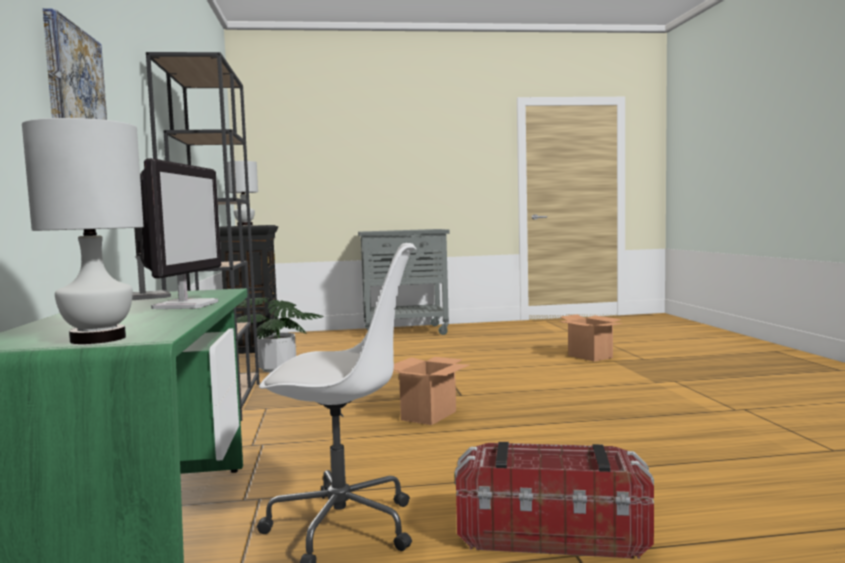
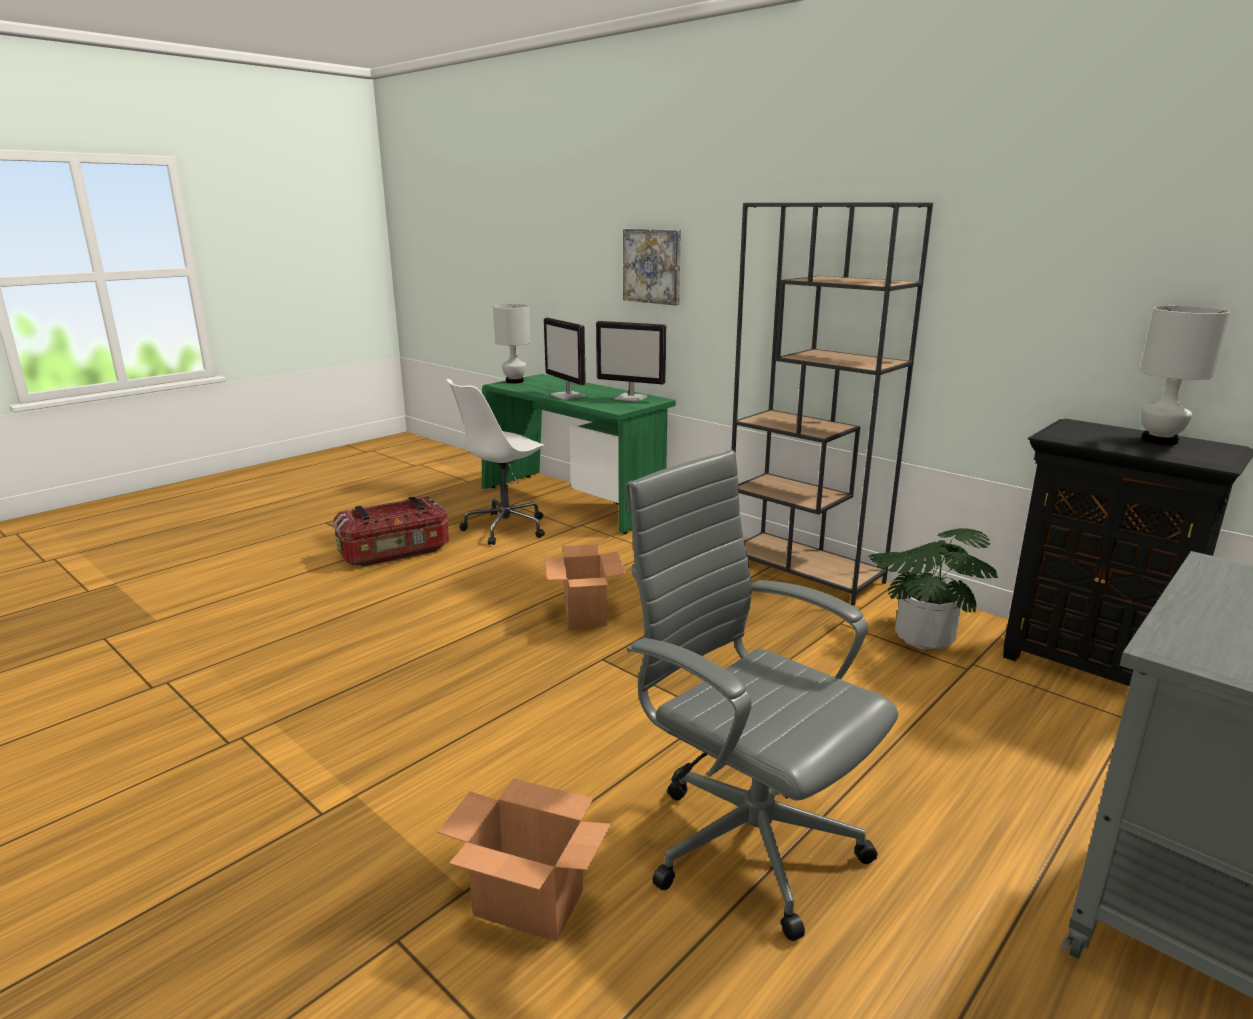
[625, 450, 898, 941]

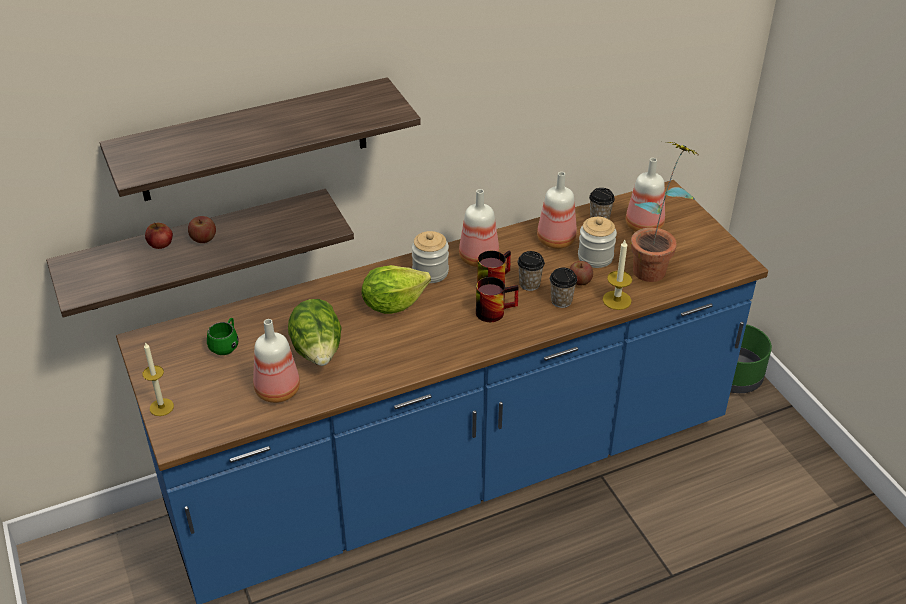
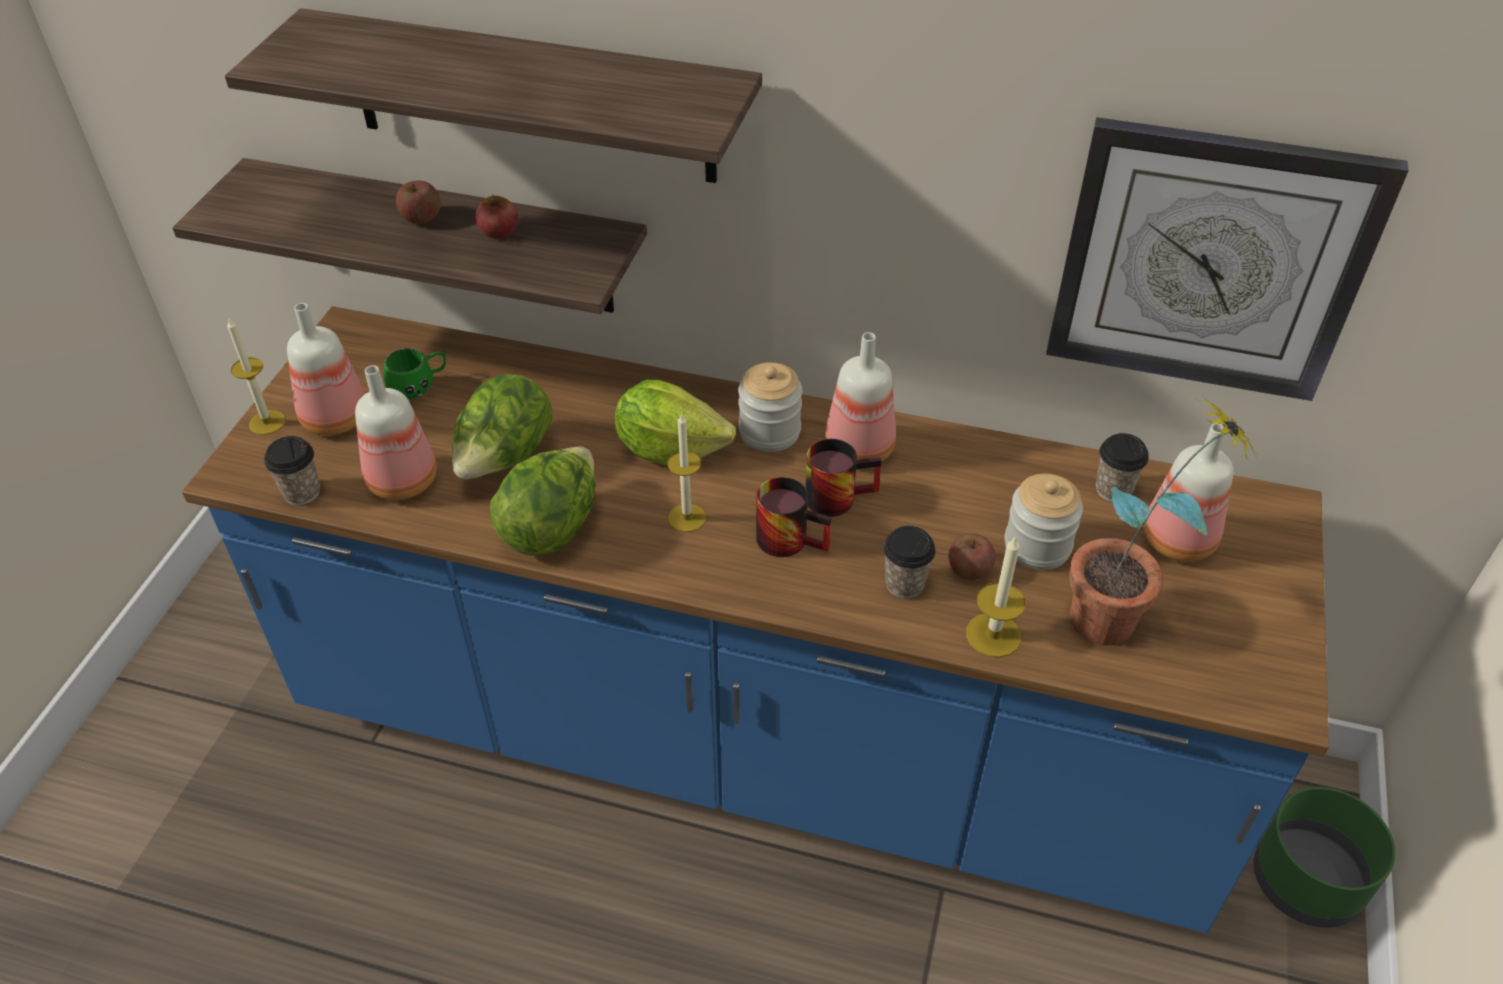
[264, 436, 320, 505]
[287, 303, 365, 435]
[475, 194, 518, 238]
[490, 447, 596, 556]
[667, 413, 706, 532]
[1046, 117, 1409, 401]

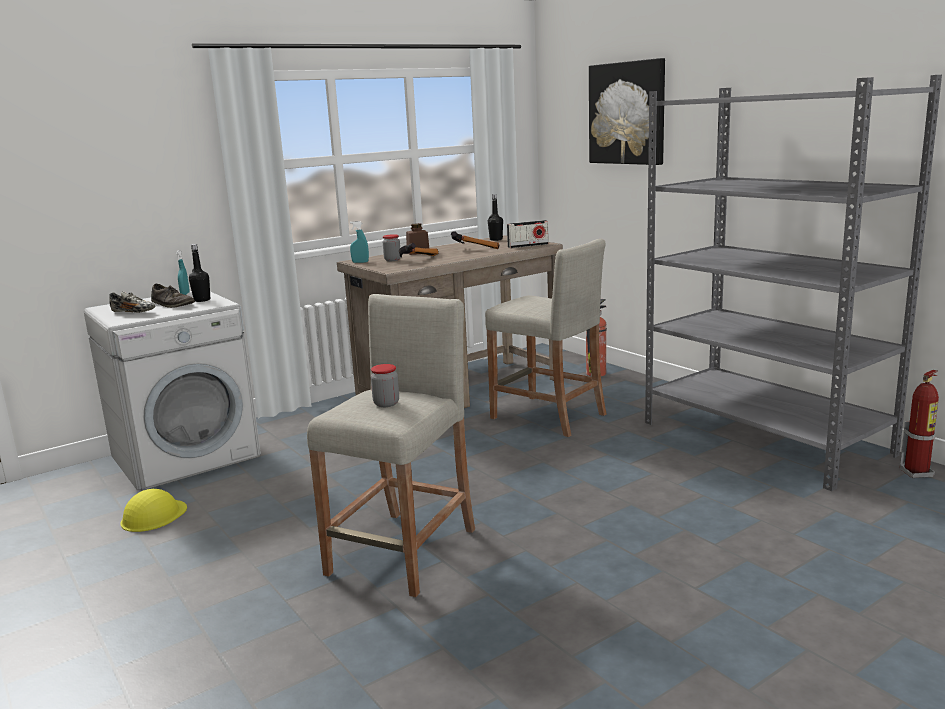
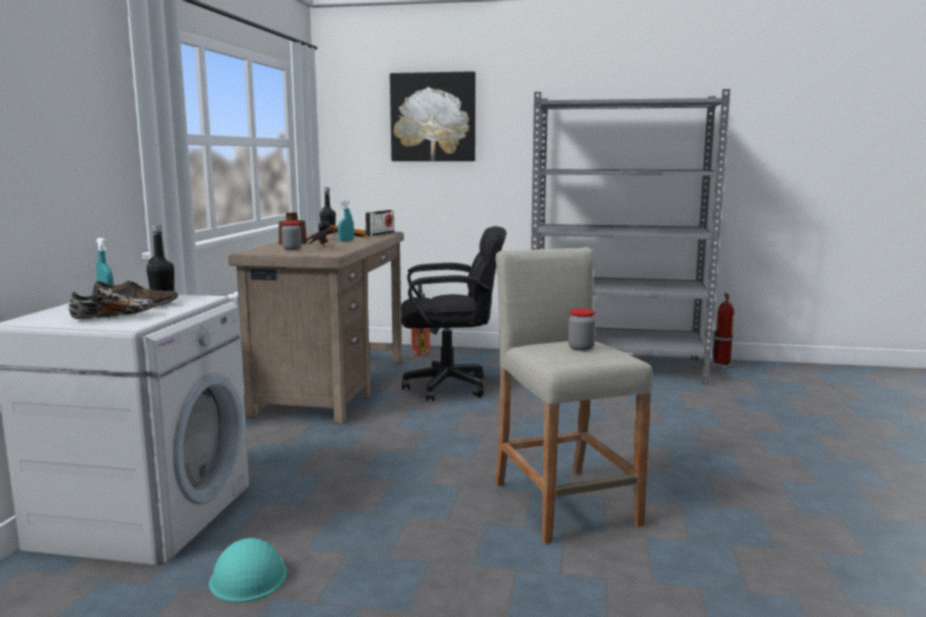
[209, 538, 287, 602]
[338, 200, 354, 241]
[401, 226, 507, 401]

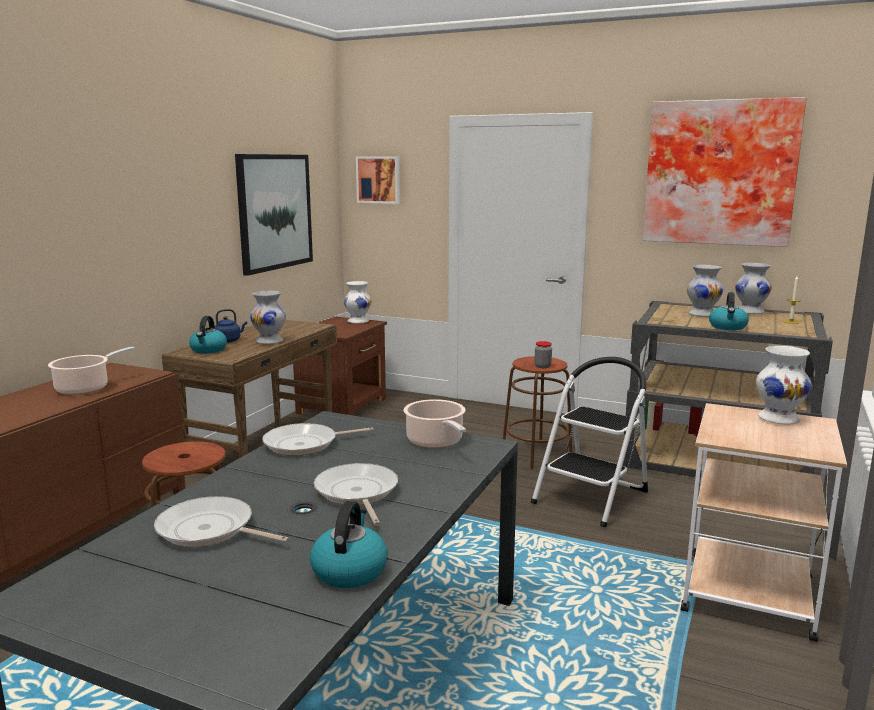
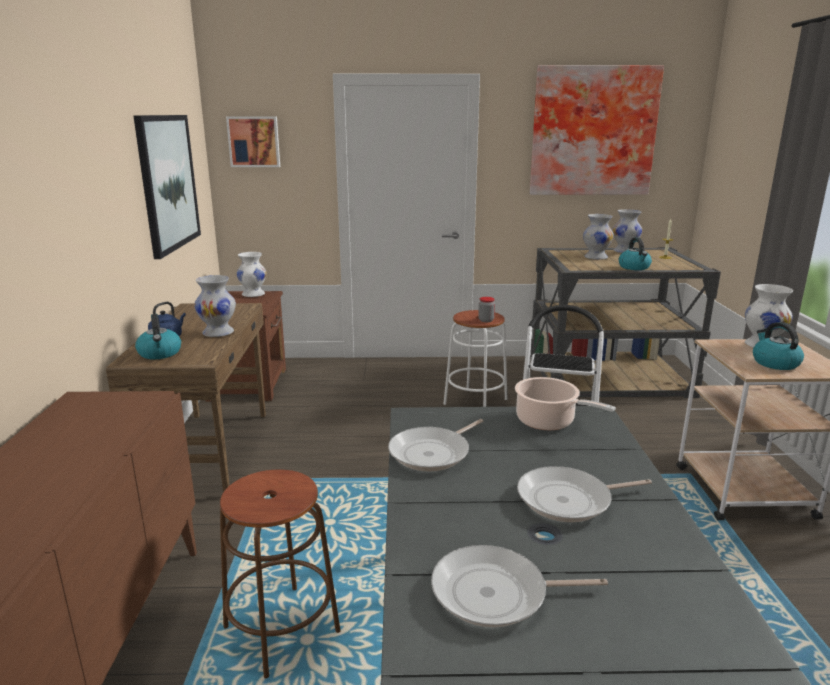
[443, 310, 508, 407]
[517, 466, 652, 522]
[753, 322, 804, 370]
[48, 347, 135, 395] (first image)

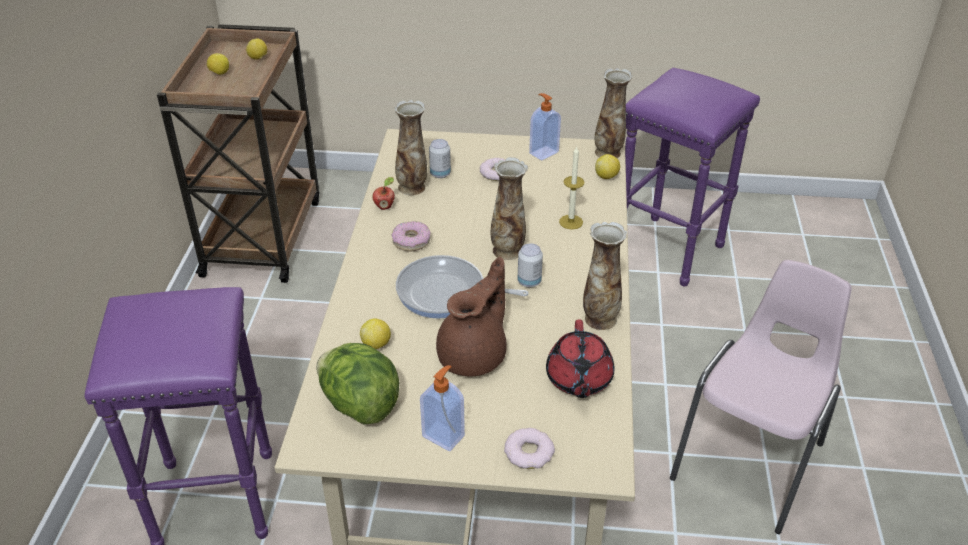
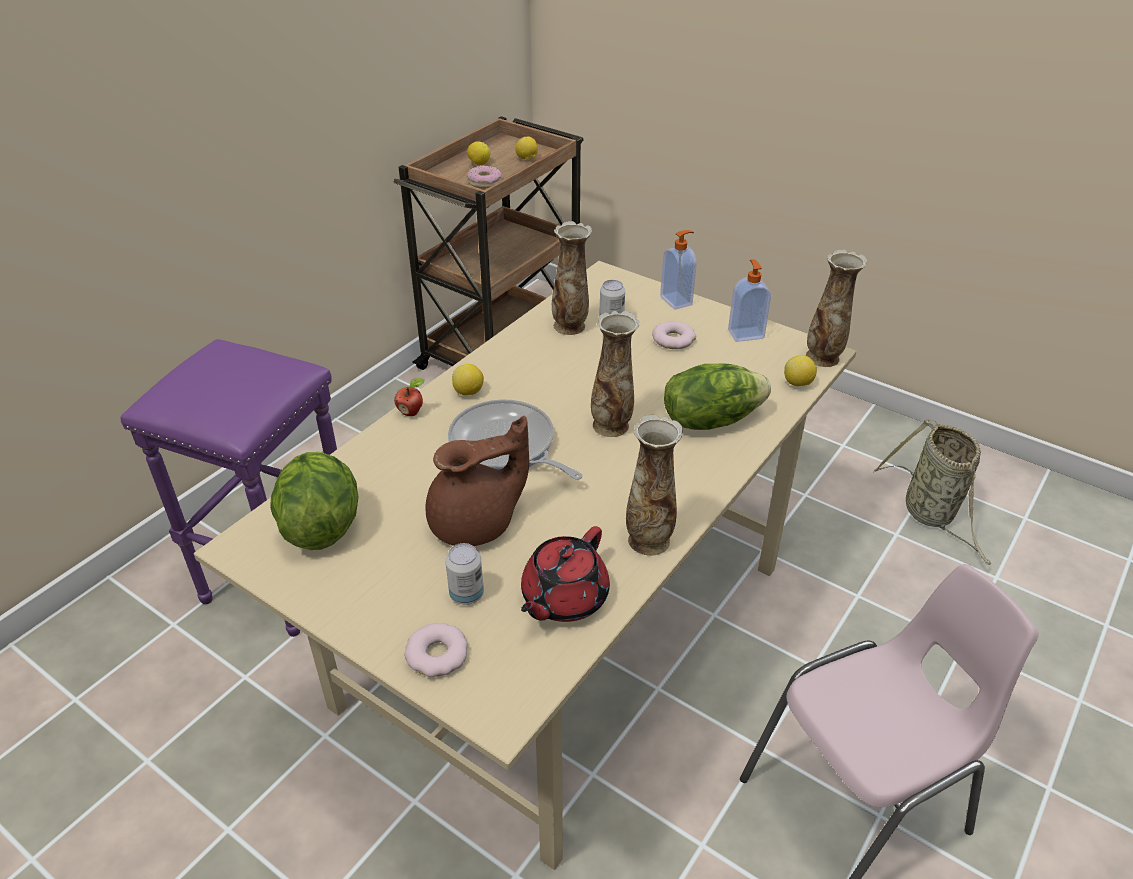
[394, 378, 425, 416]
[445, 543, 484, 605]
[452, 364, 484, 395]
[467, 165, 502, 188]
[660, 230, 697, 310]
[664, 363, 771, 430]
[873, 420, 991, 565]

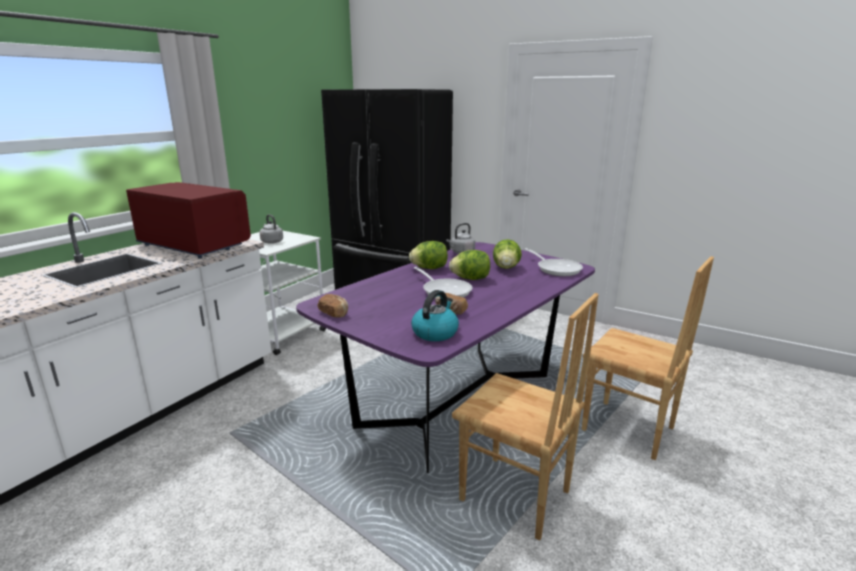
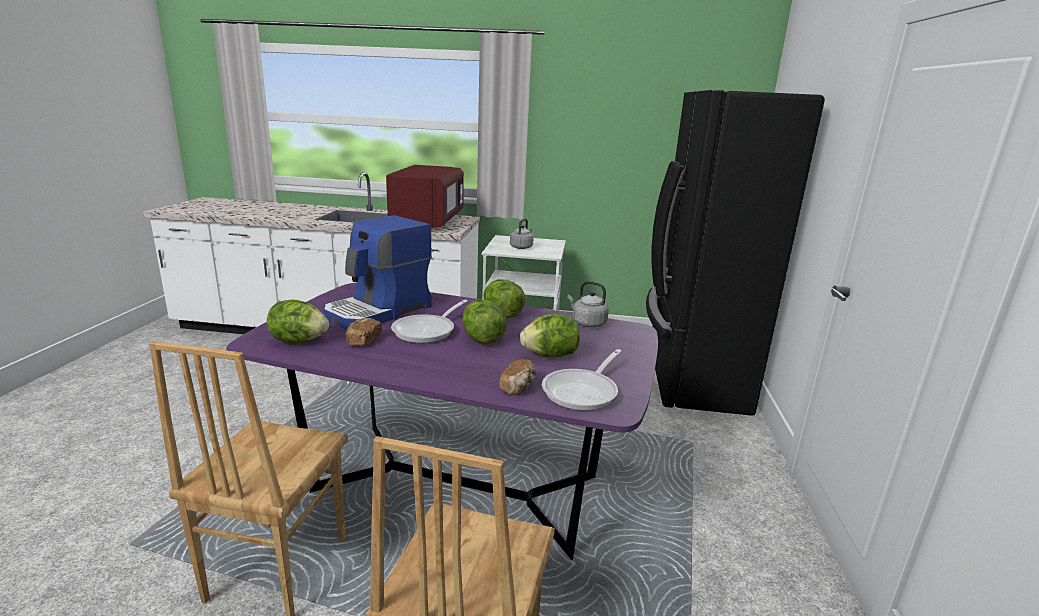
[267, 300, 329, 343]
[324, 215, 432, 329]
[499, 360, 536, 395]

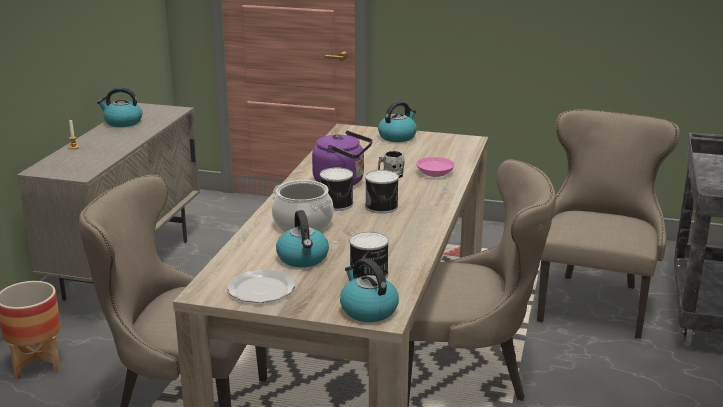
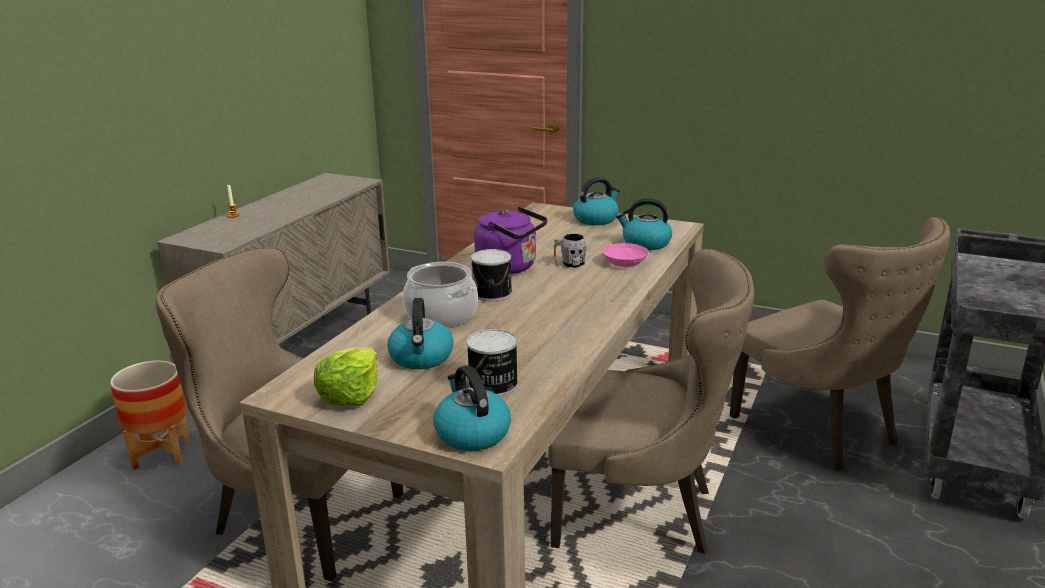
[314, 347, 378, 406]
[616, 198, 672, 250]
[730, 217, 950, 471]
[365, 170, 399, 214] (first image)

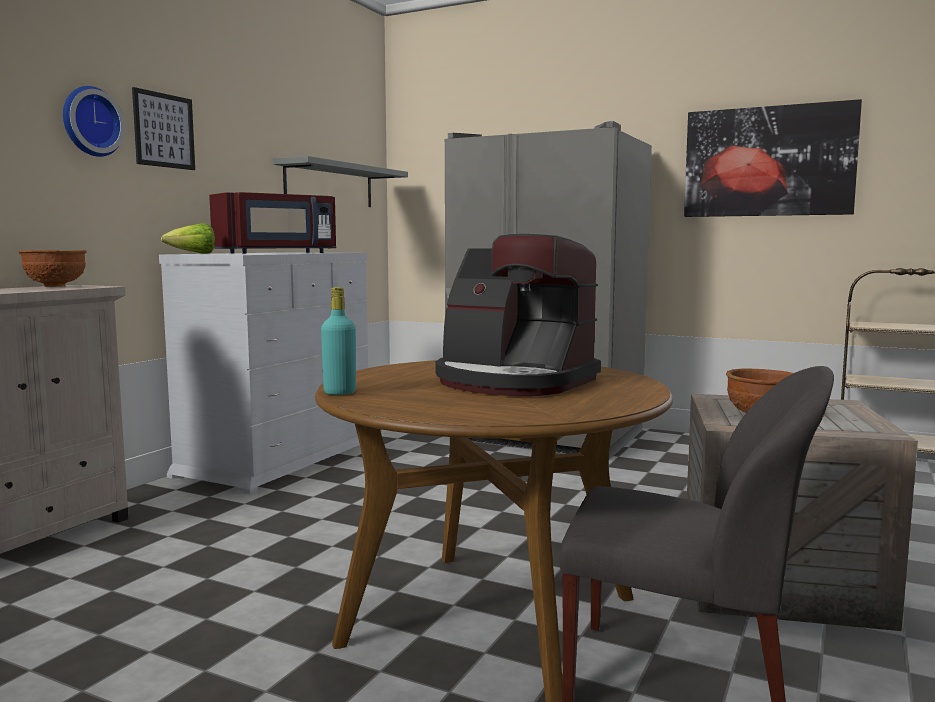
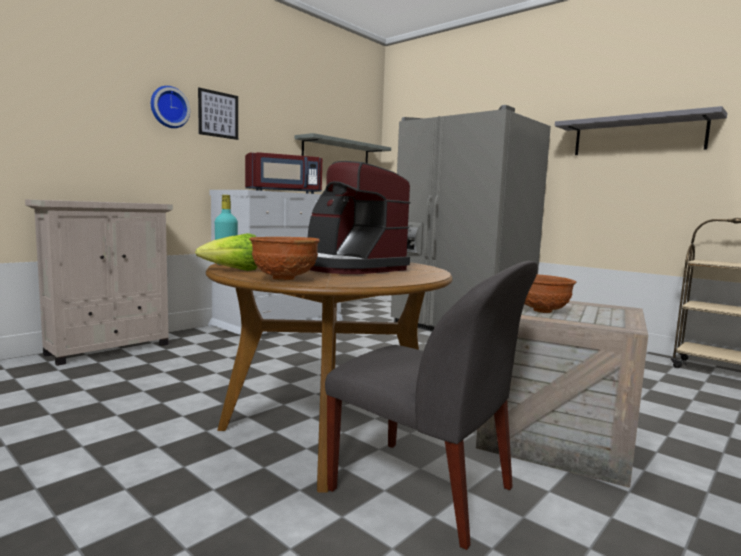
[195, 233, 257, 271]
[249, 237, 320, 280]
[555, 106, 727, 155]

